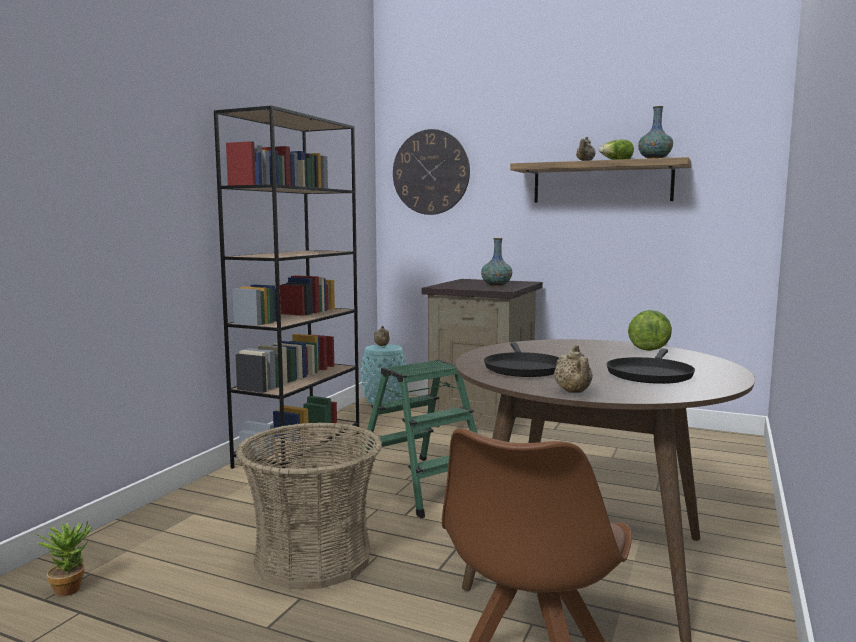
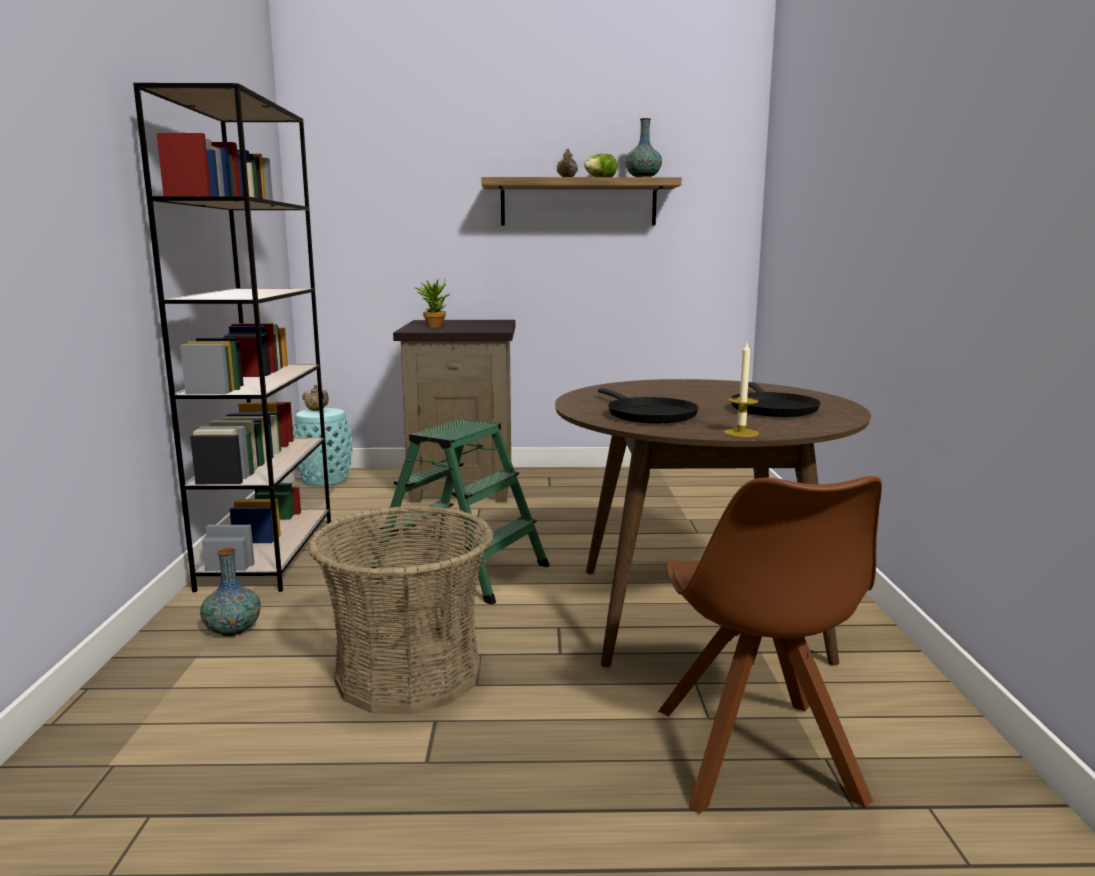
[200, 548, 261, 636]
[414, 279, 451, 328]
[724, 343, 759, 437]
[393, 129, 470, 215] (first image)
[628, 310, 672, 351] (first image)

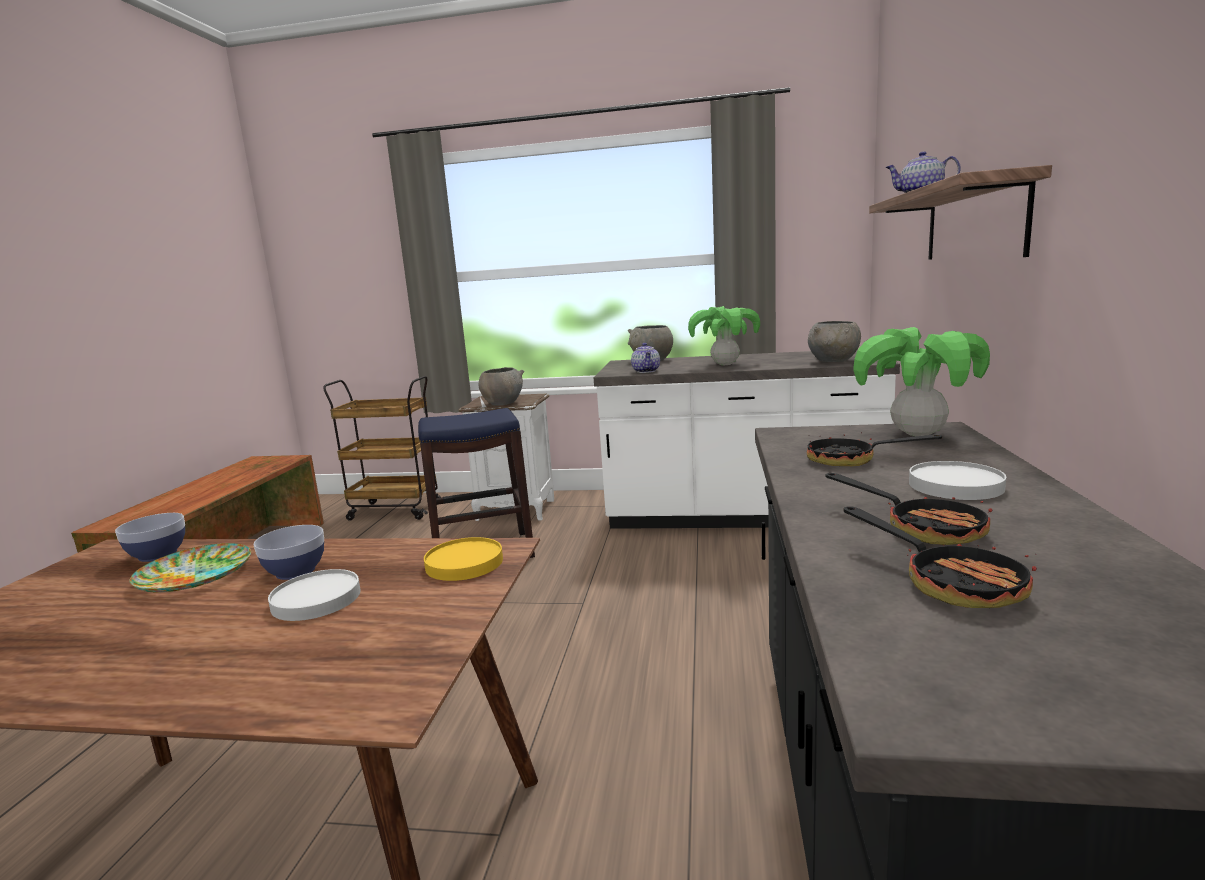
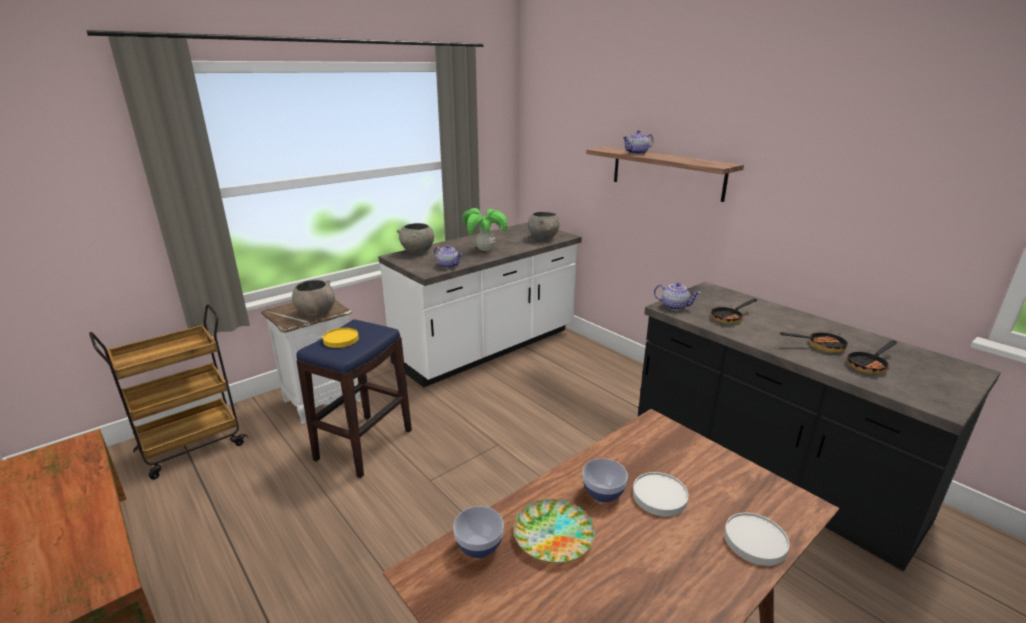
[323, 328, 359, 348]
[654, 282, 701, 310]
[724, 513, 789, 566]
[846, 340, 897, 374]
[853, 327, 990, 436] (first image)

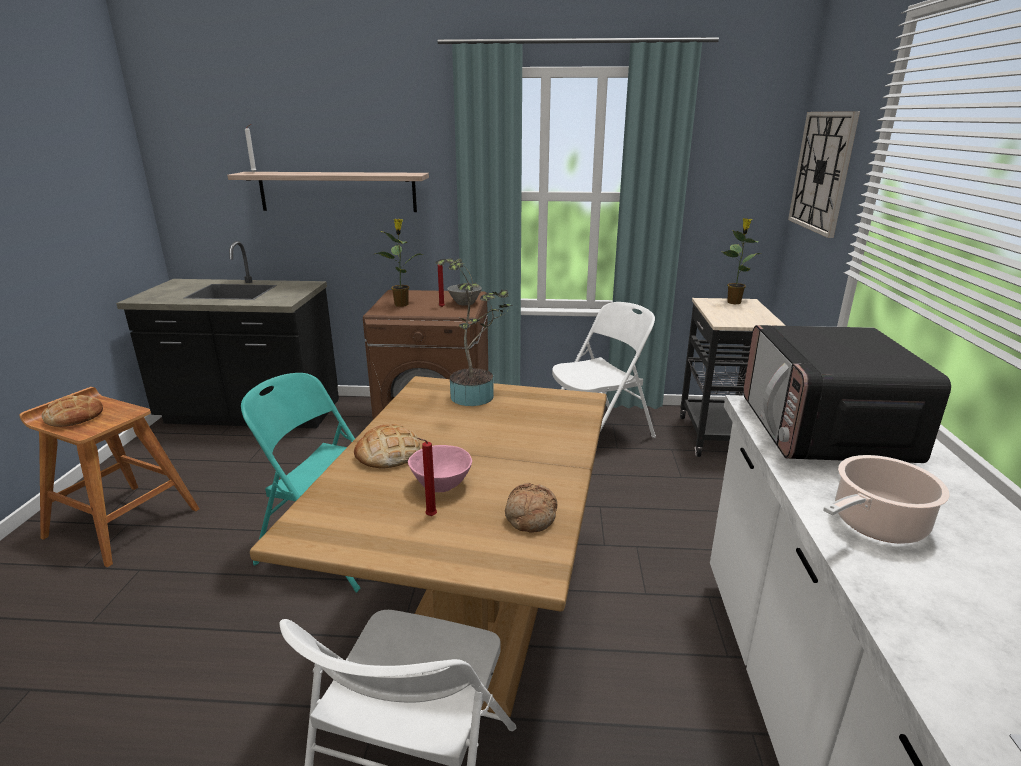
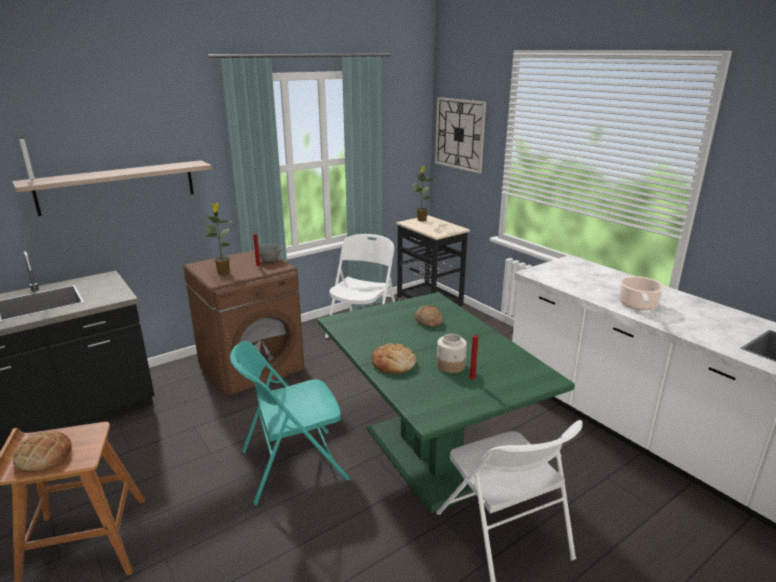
[317, 292, 575, 514]
[415, 305, 443, 327]
[437, 334, 467, 373]
[435, 258, 514, 406] (first image)
[743, 325, 951, 463] (first image)

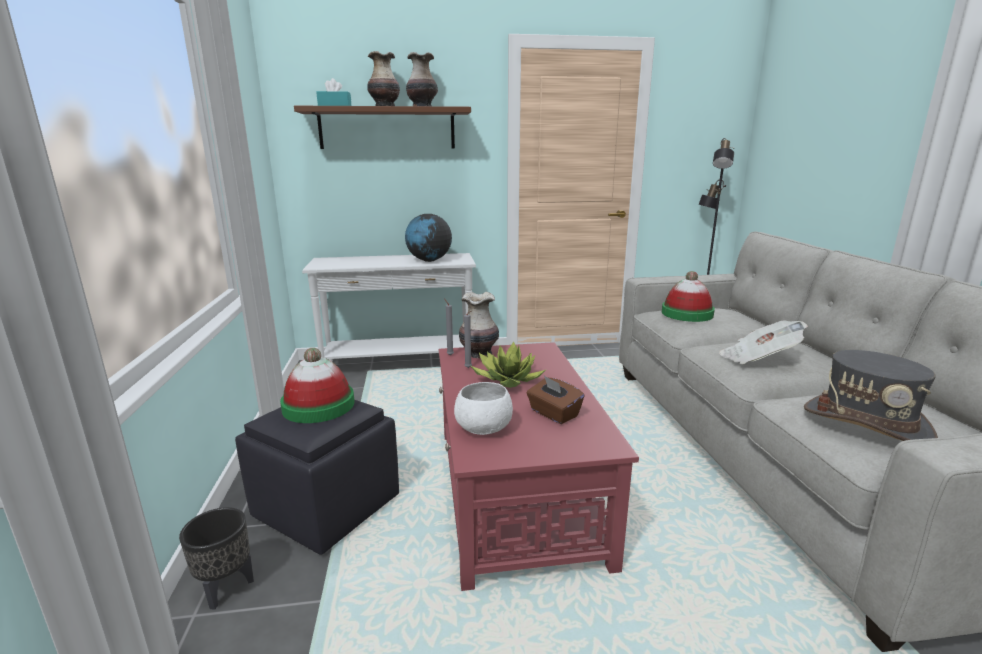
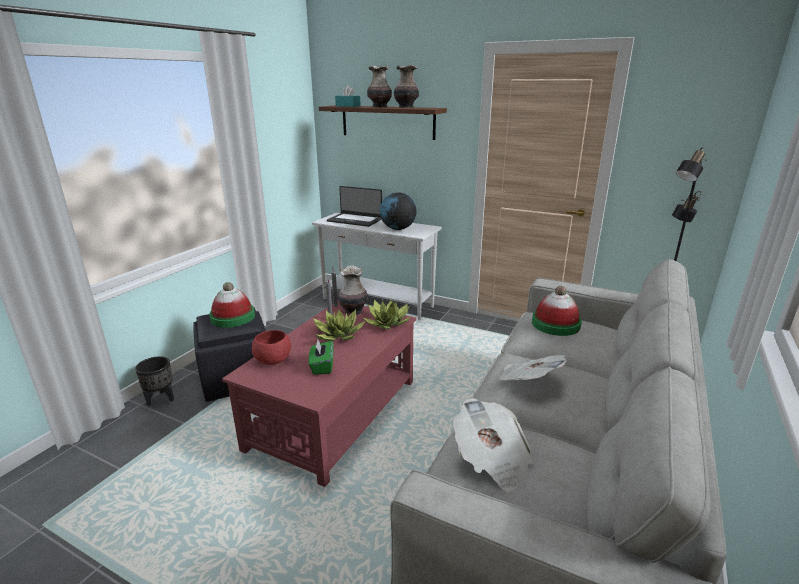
[252, 330, 291, 365]
[309, 339, 334, 375]
[327, 186, 382, 227]
[363, 300, 411, 329]
[452, 398, 535, 492]

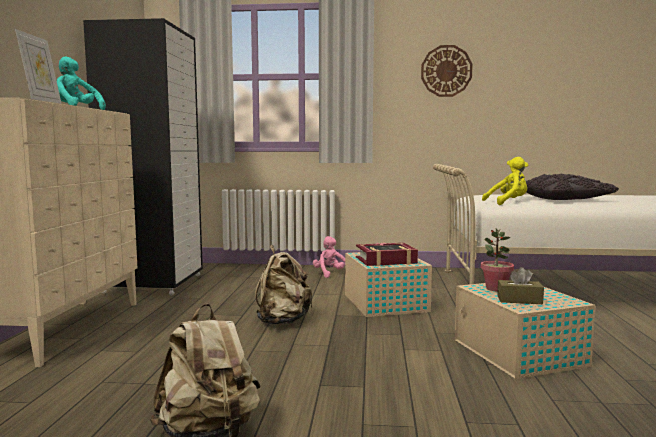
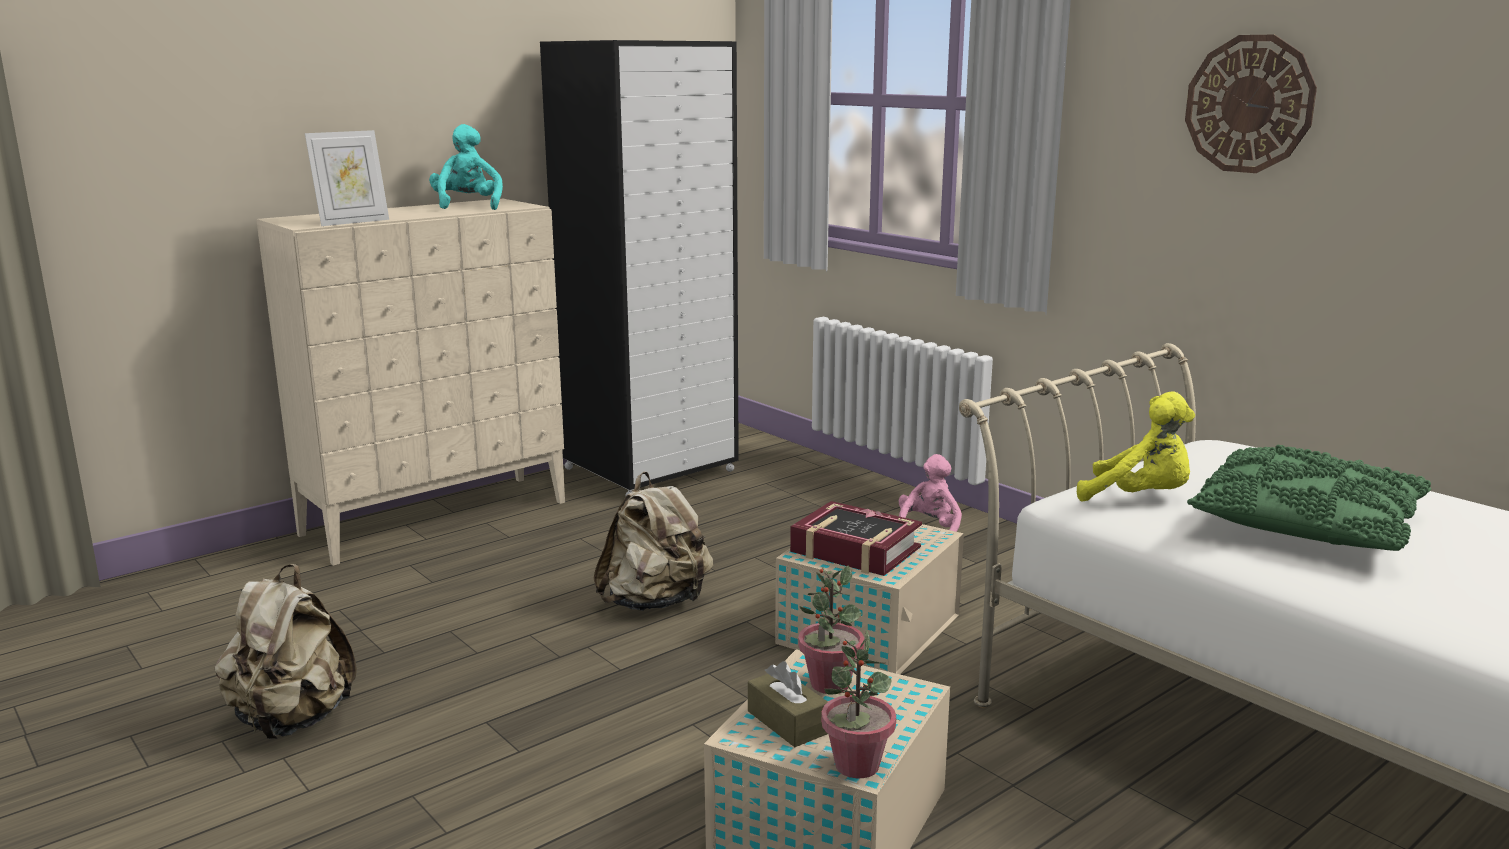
[821, 630, 896, 778]
[1187, 445, 1431, 551]

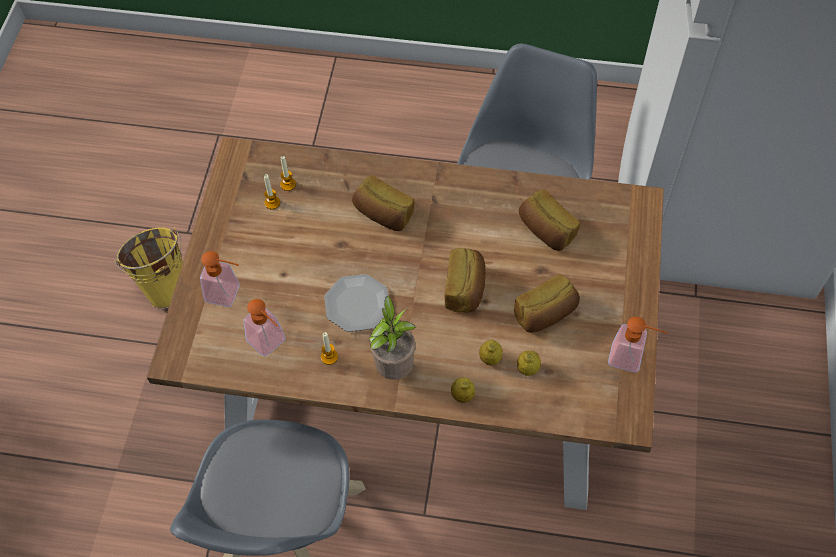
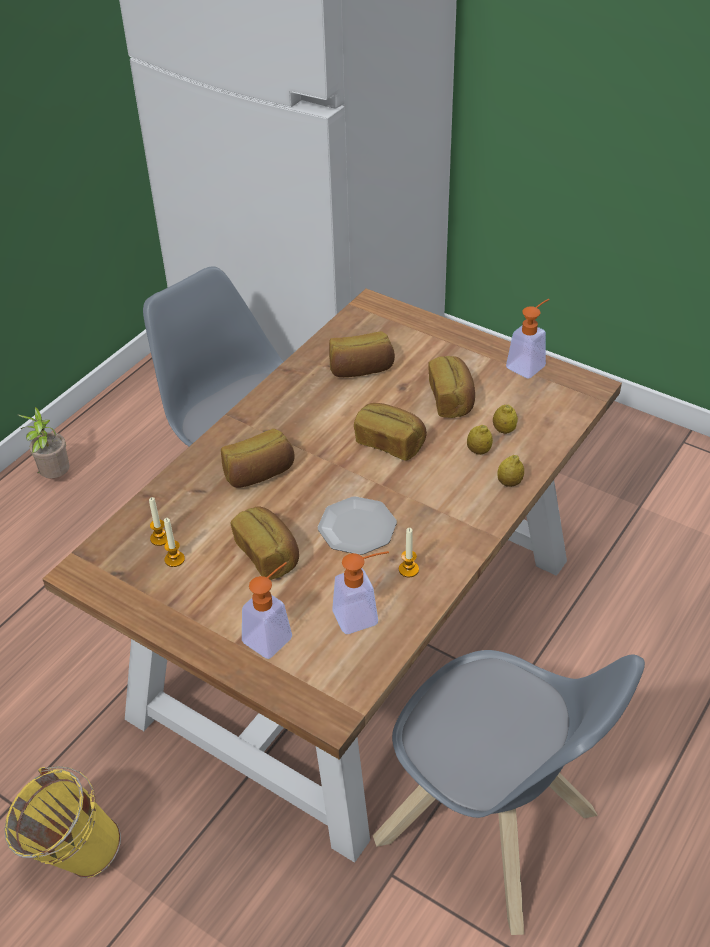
[18, 407, 70, 478]
[231, 506, 299, 580]

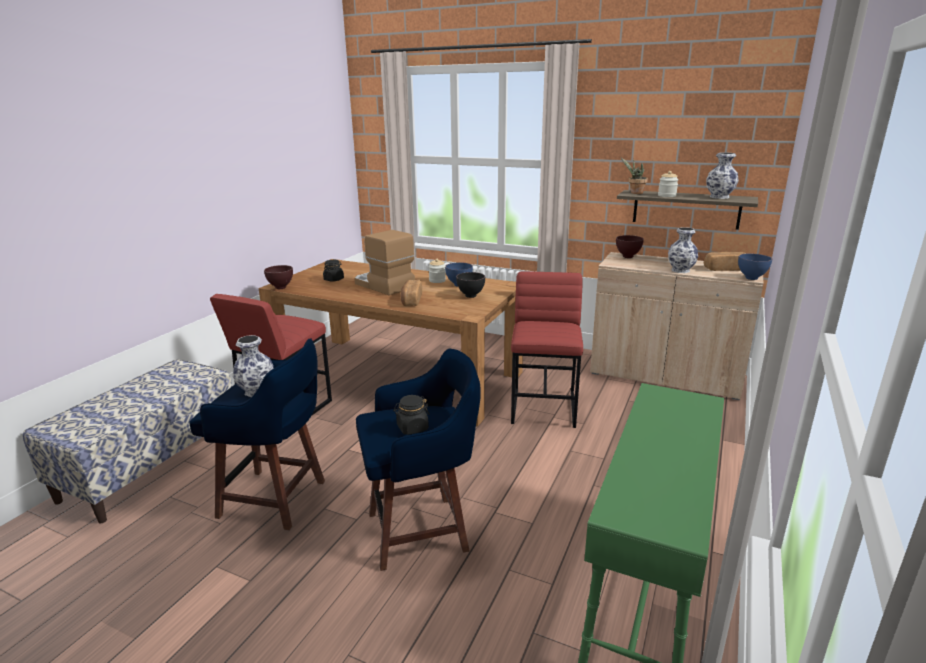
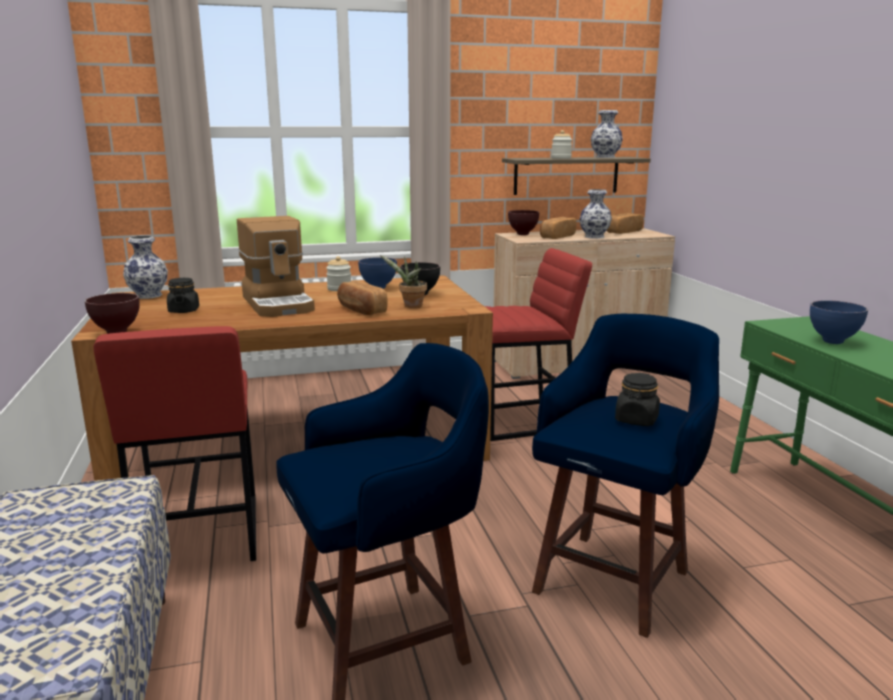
[123, 236, 168, 299]
[237, 216, 315, 317]
[380, 255, 427, 308]
[484, 248, 592, 441]
[540, 217, 576, 239]
[810, 300, 868, 344]

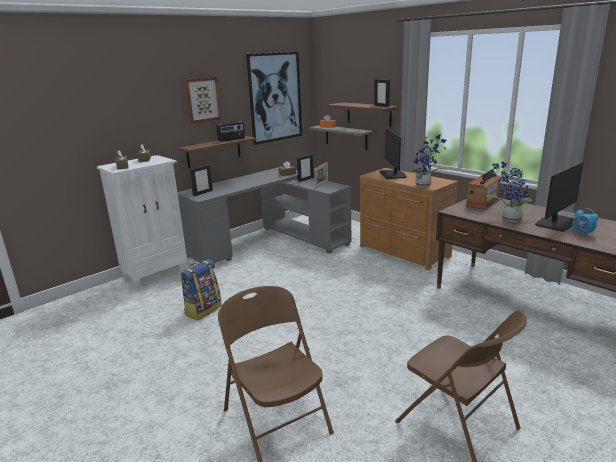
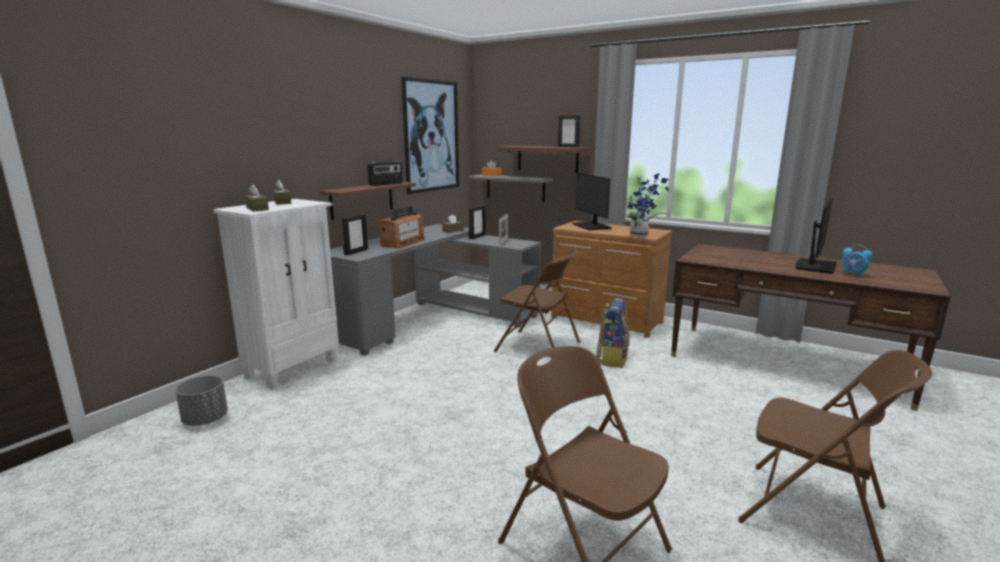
[175, 375, 228, 426]
[379, 207, 425, 248]
[494, 249, 580, 352]
[596, 298, 630, 368]
[184, 77, 221, 124] (first image)
[485, 161, 532, 222] (first image)

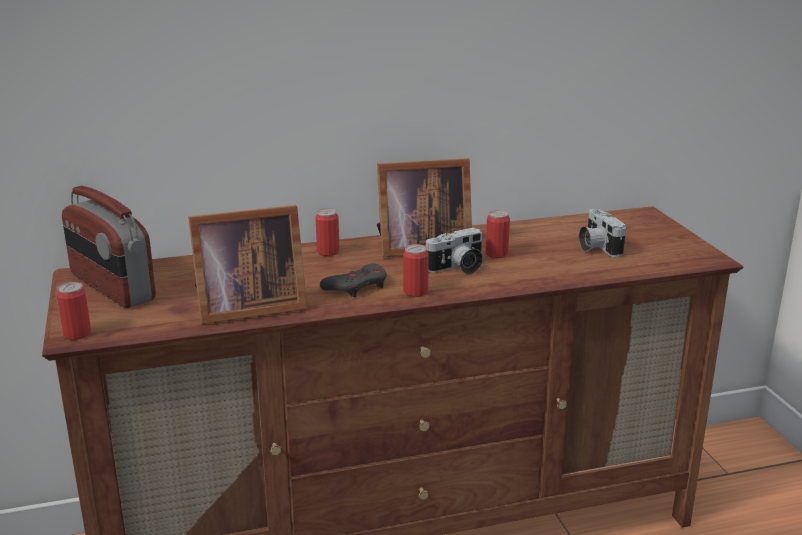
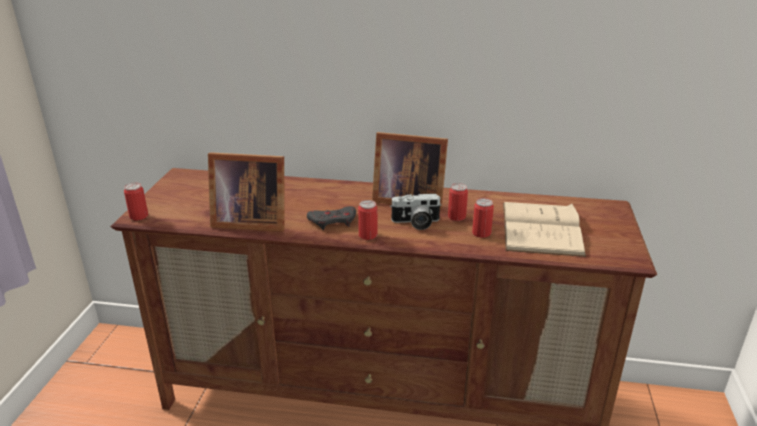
[472, 198, 494, 238]
[503, 202, 586, 257]
[62, 186, 156, 308] (first image)

